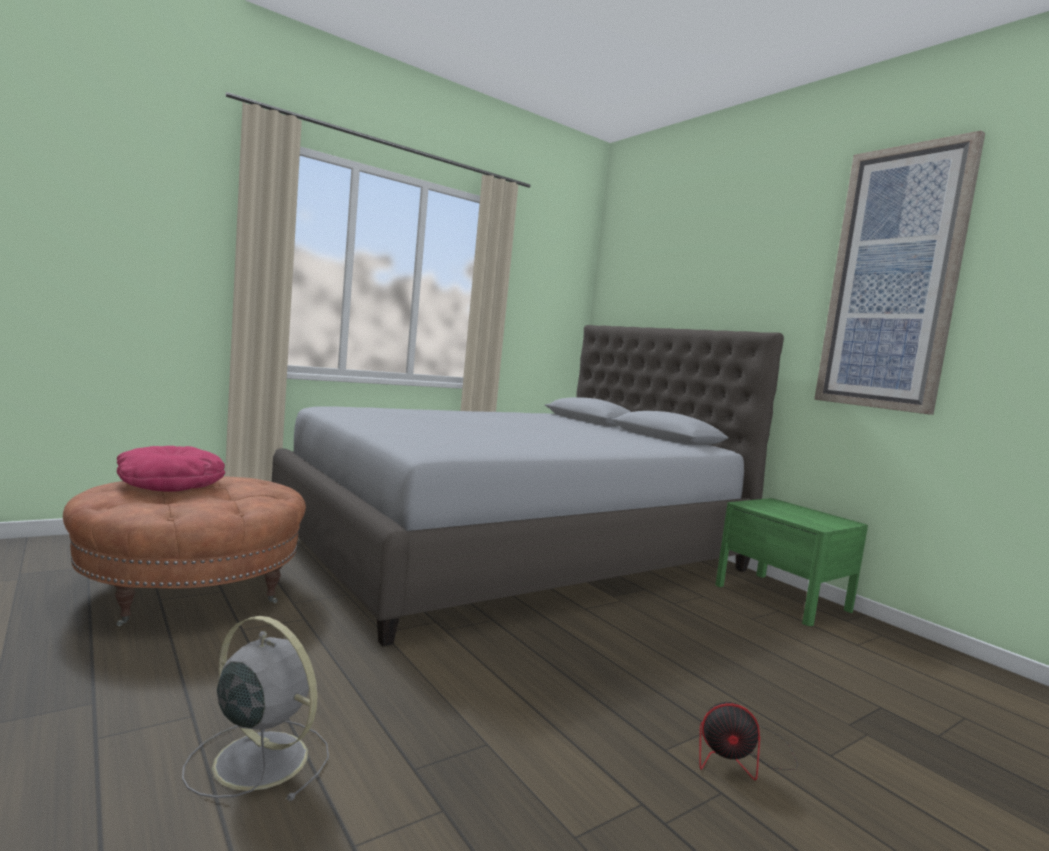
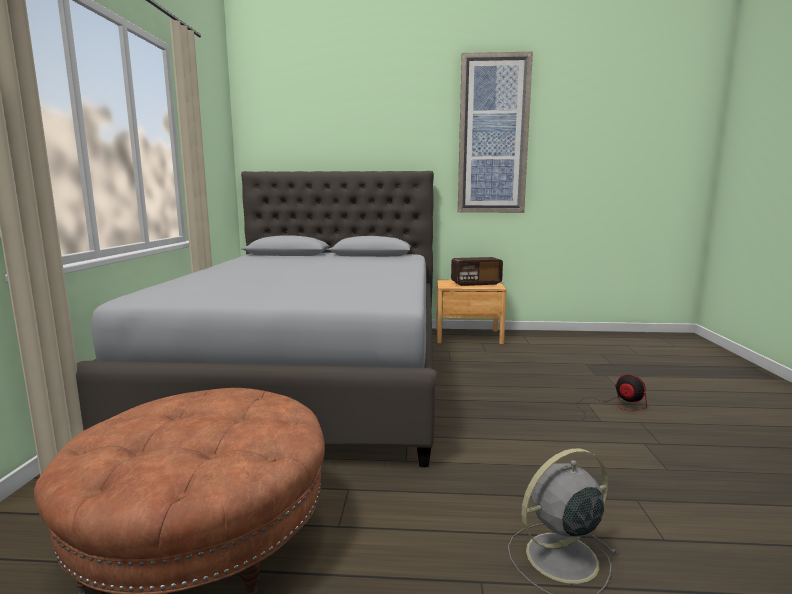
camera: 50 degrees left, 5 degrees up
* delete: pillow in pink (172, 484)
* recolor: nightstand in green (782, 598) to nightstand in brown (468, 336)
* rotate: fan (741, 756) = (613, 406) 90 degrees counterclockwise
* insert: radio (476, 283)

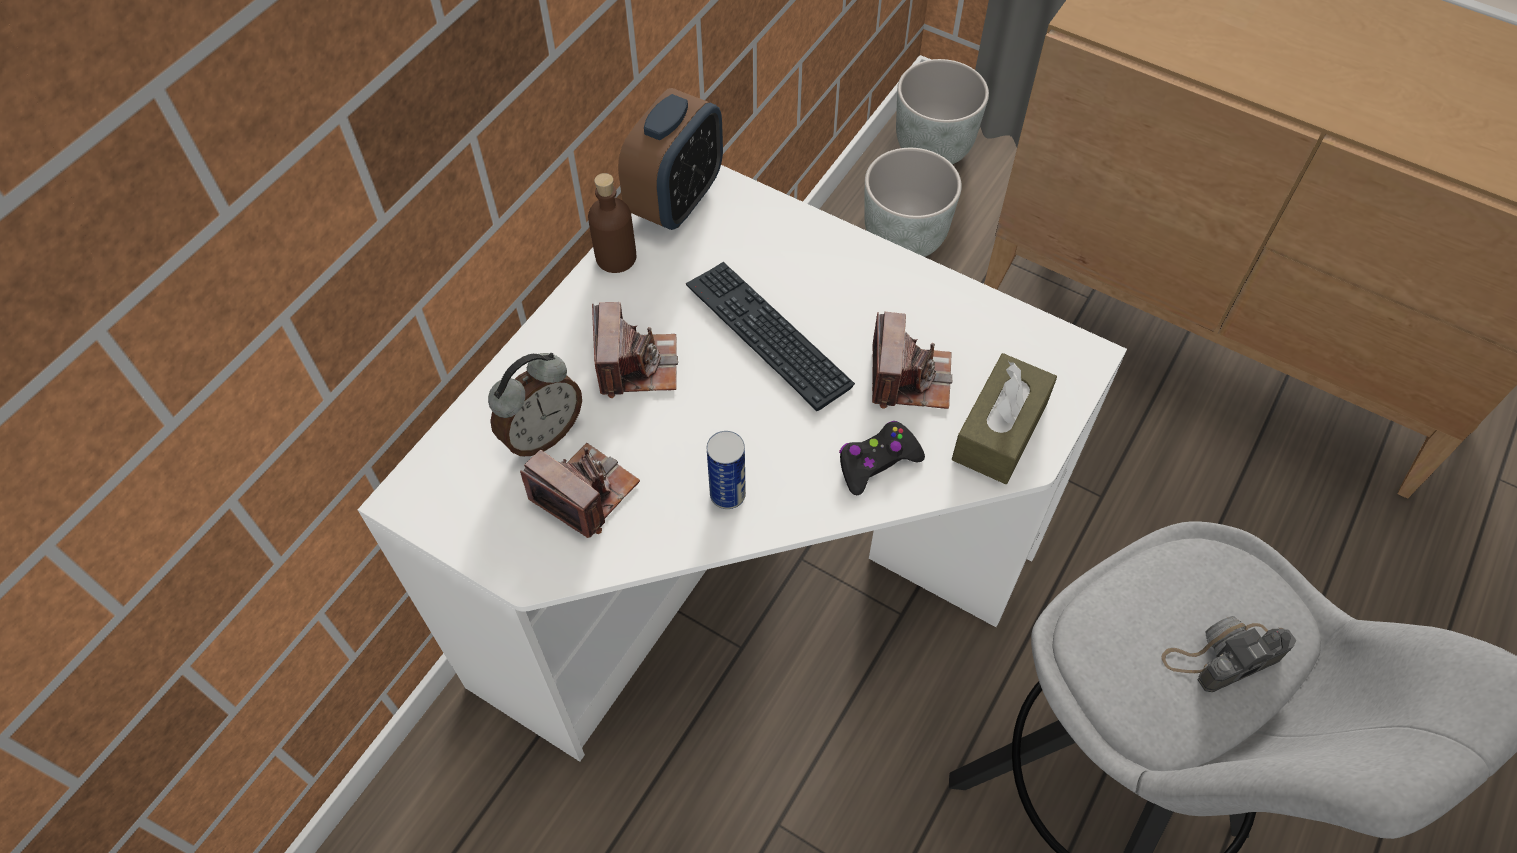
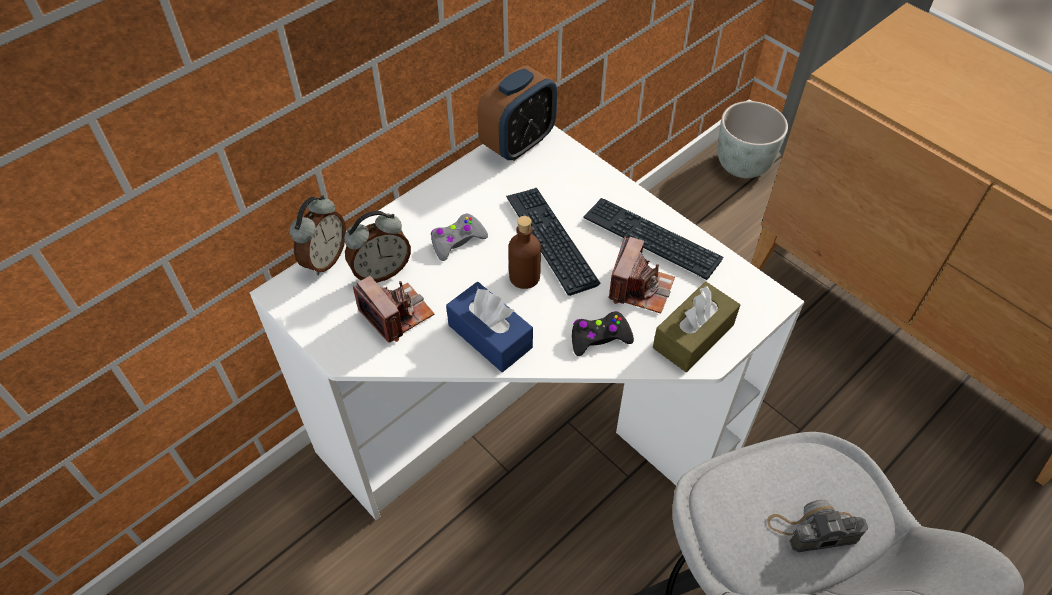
camera: 15 degrees right, 5 degrees down
* delete: planter in grey (903, 240)
* move: bottle in brown (616, 257) to (524, 276)
* replace: photo camera (636, 365) to game controller in grey (457, 241)
* replace: can (727, 495) to tissue box in blue (490, 336)
* insert: alarm clock (324, 259)
* insert: keyboard (651, 239)

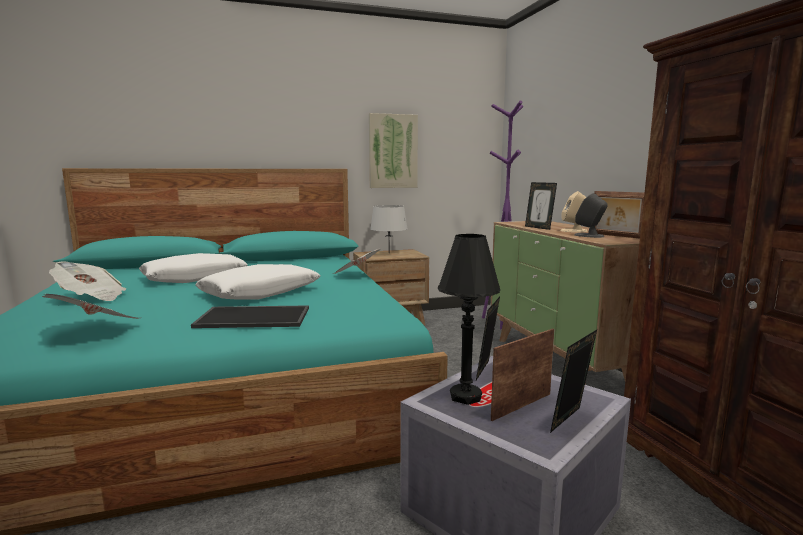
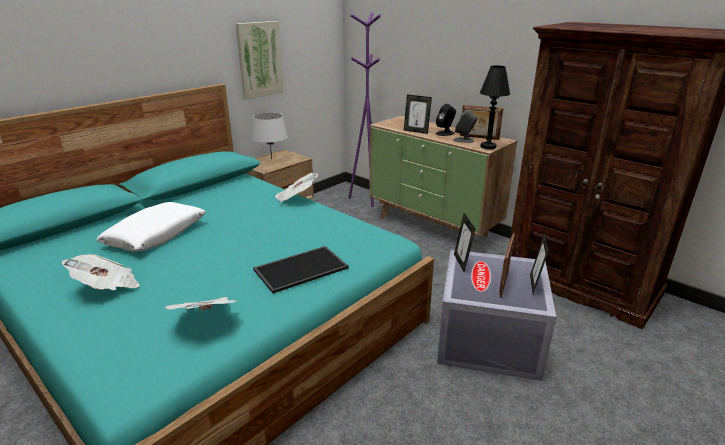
camera: 30 degrees left, 15 degrees up
* recolor: speaker in beige (574, 231) to speaker in black (445, 133)
* move: table lamp in black (465, 396) to (488, 147)
* delete: pillow in white (260, 293)

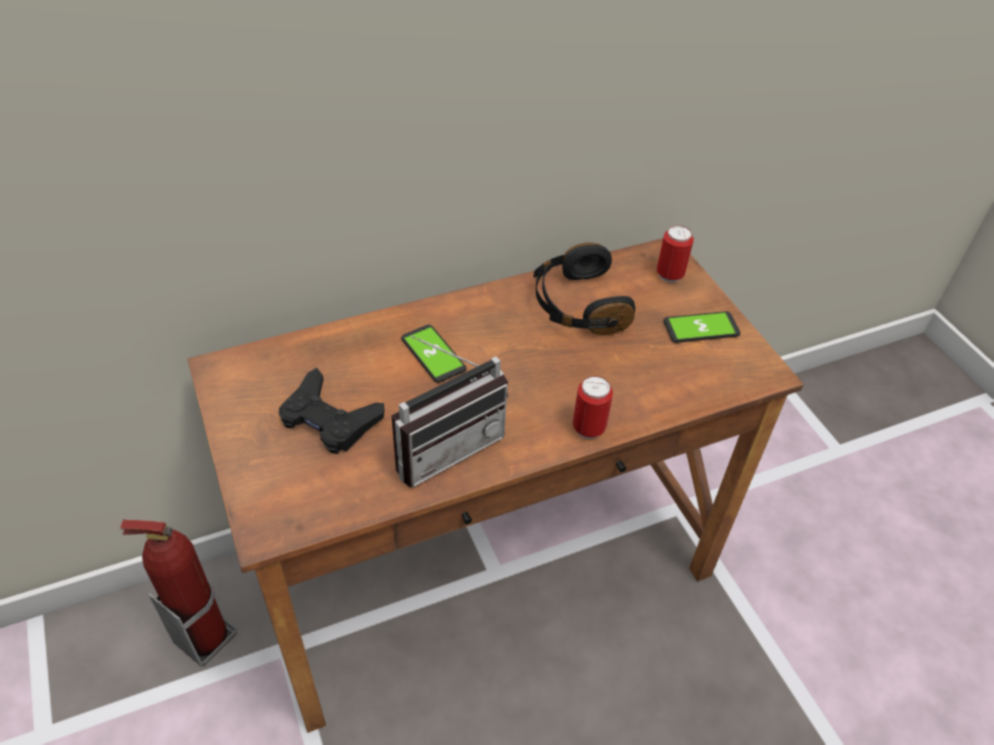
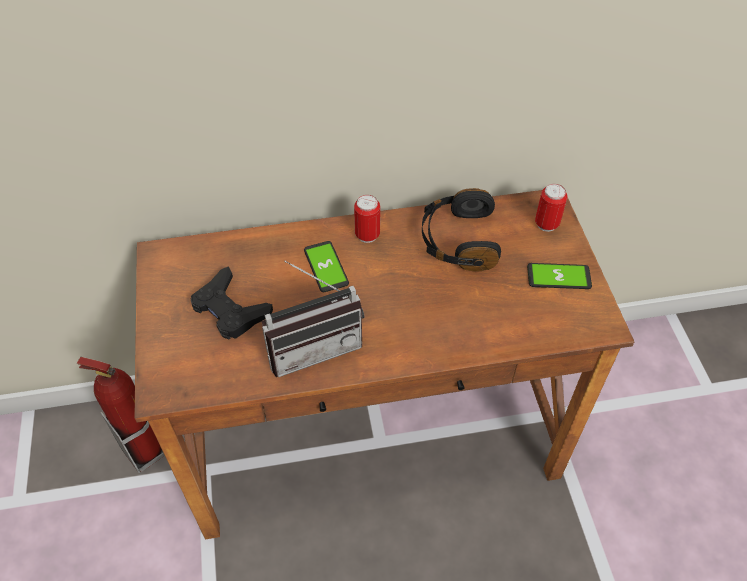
camera: 15 degrees right, 5 degrees up
* move: can (588, 428) to (367, 235)

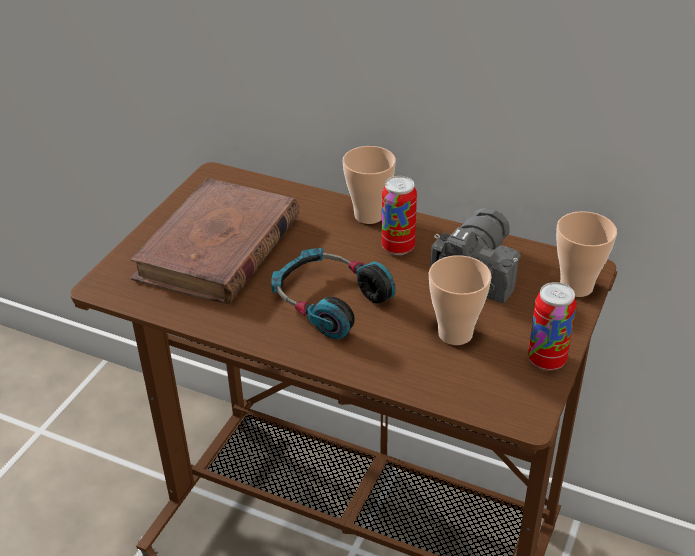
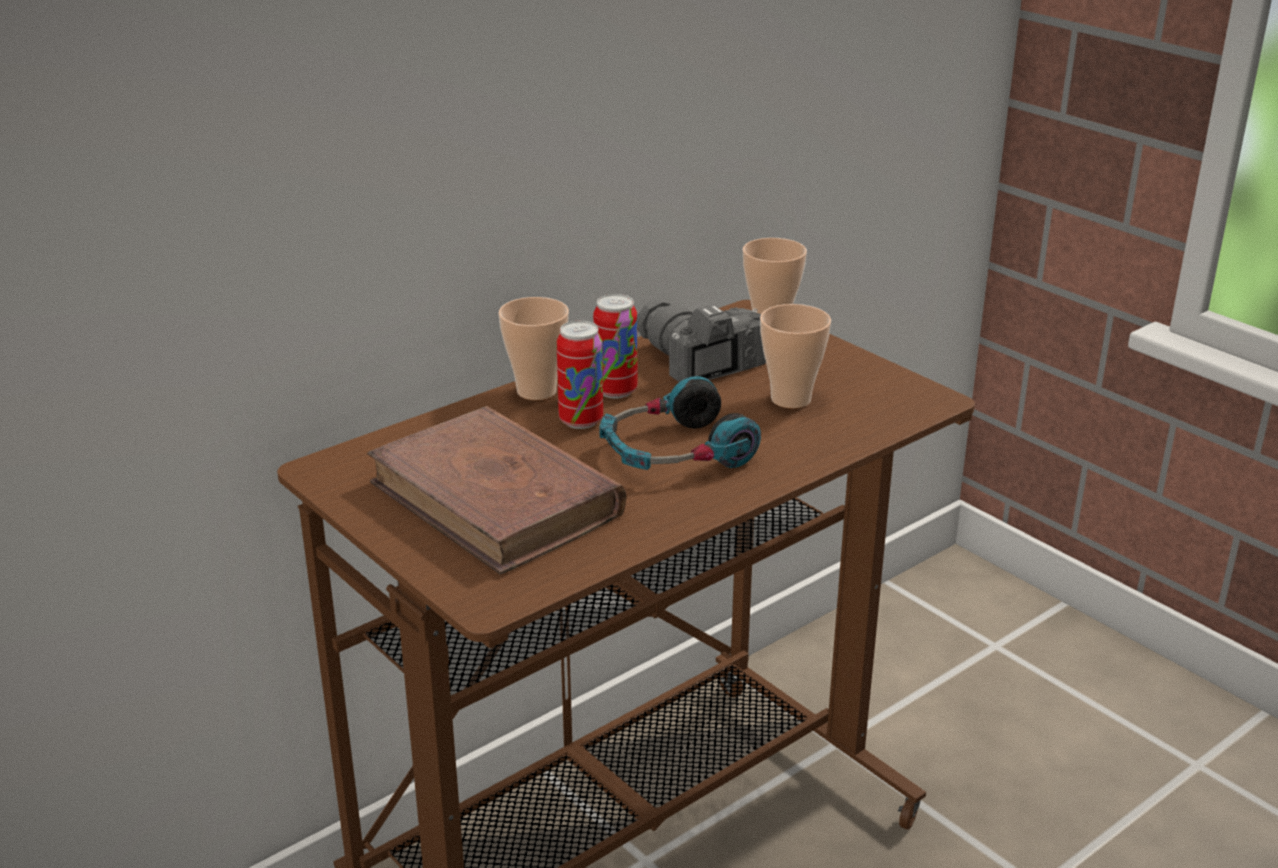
camera: 65 degrees left, 10 degrees down
* move: can (546, 360) to (581, 420)

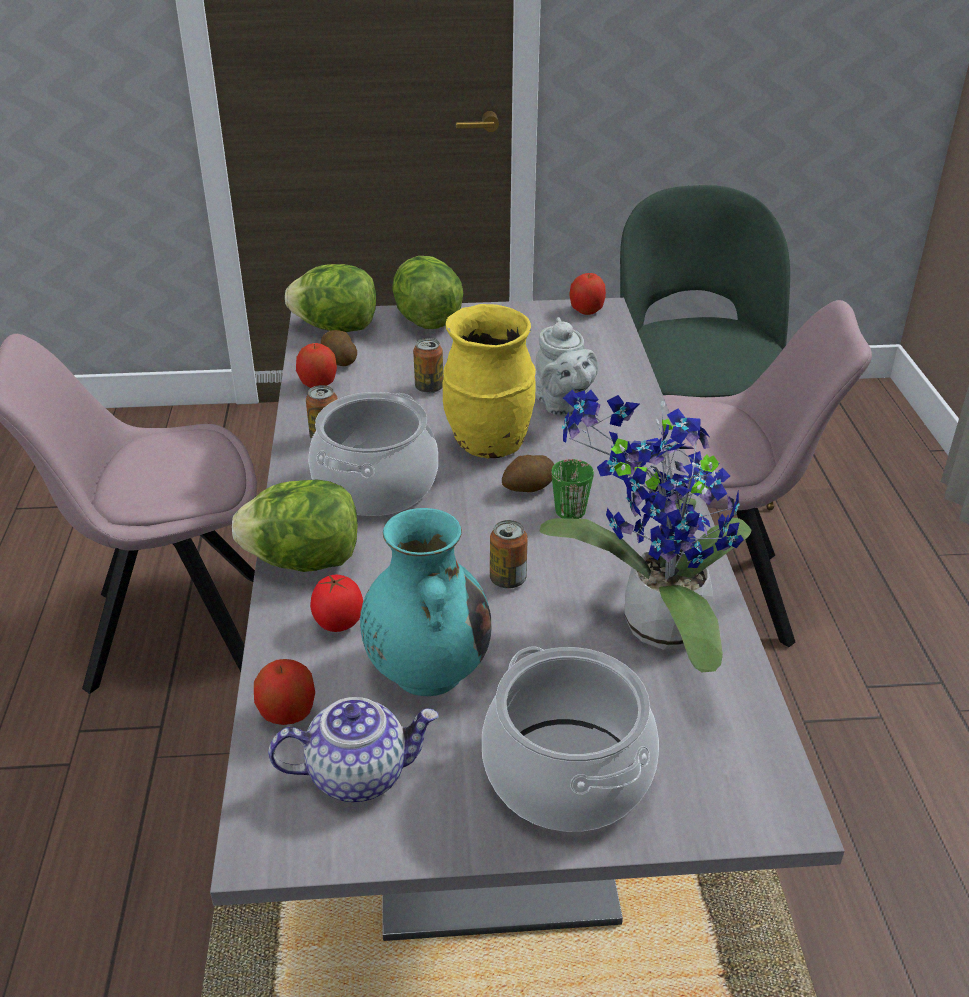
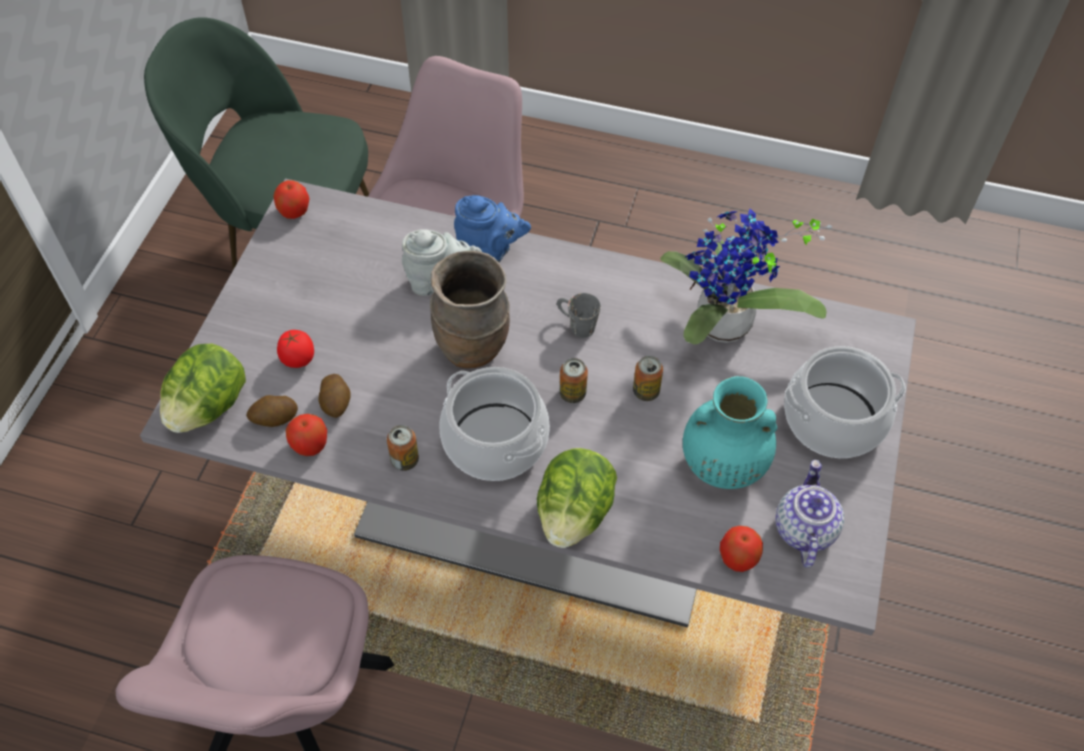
camera: 70 degrees left, 20 degrees up
* delete: lettuce (426, 320)
* recolor: vase in yellow (489, 445) to vase in brown (473, 349)
* move: can (429, 388) to (572, 393)
* move: potato (528, 488) to (336, 403)
* recolor: mug in green (571, 505) to mug in grey (576, 325)
* move: tomato (338, 624) to (299, 360)
* insert: teapot in blue (489, 251)

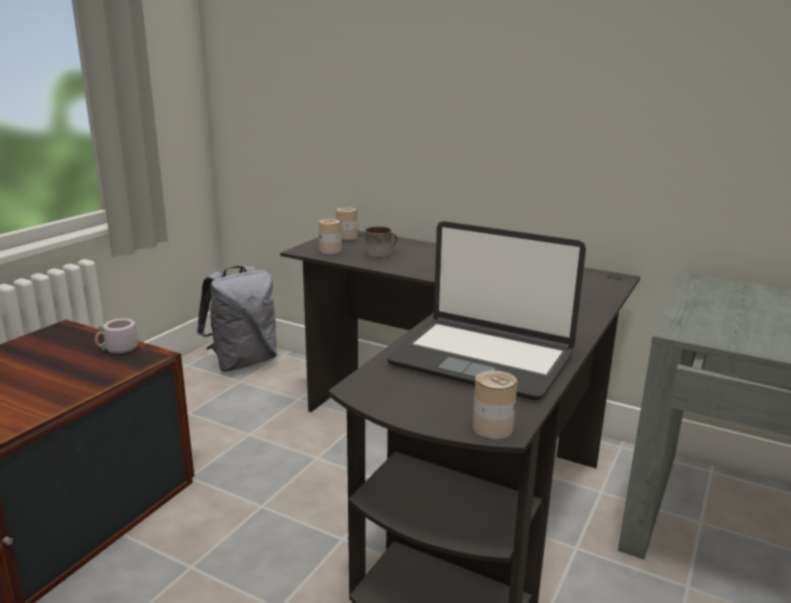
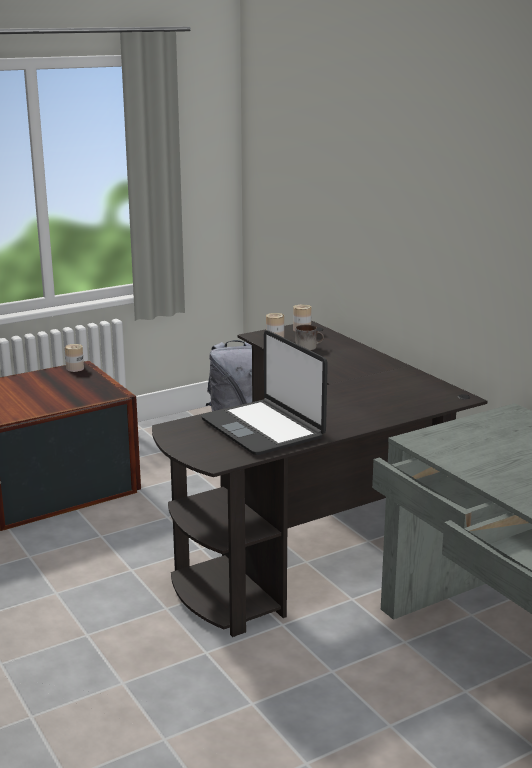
camera: 30 degrees right, 0 degrees up
* delete: mug in grey (119, 350)
* move: can (492, 427) to (75, 368)

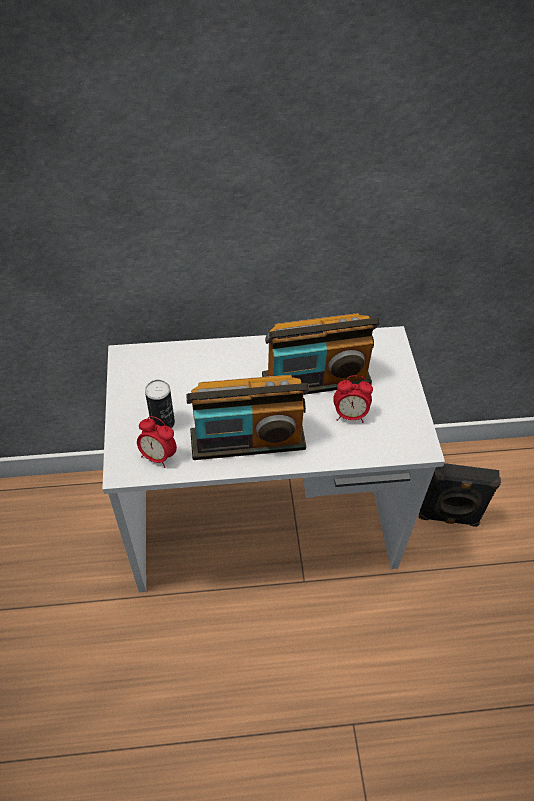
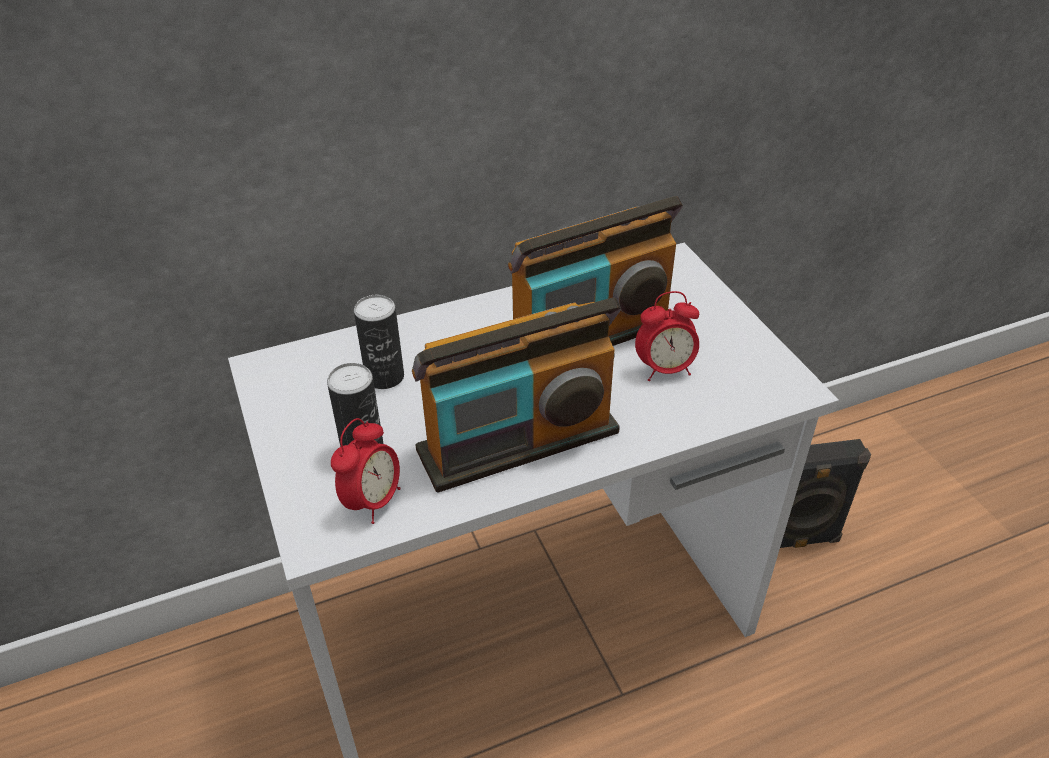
camera: 15 degrees left, 10 degrees down
* rotate: alarm clock (158, 456) = (373, 501) 75 degrees counterclockwise
* insert: can (384, 377)

